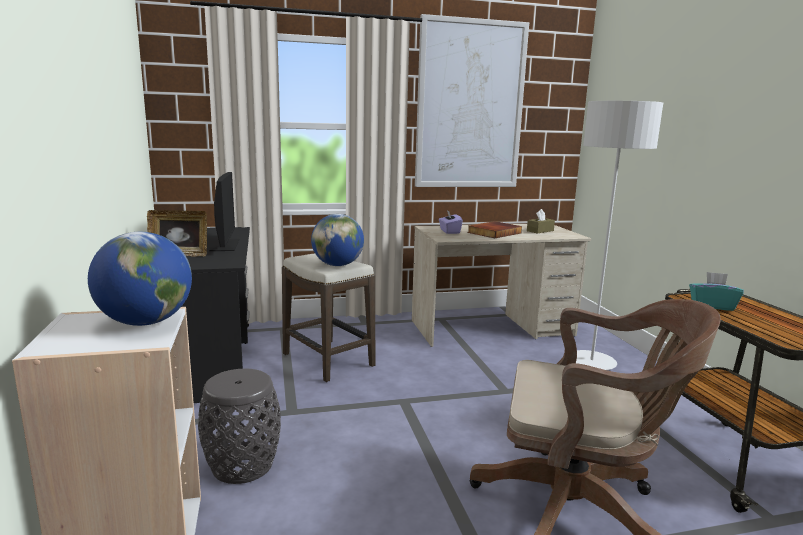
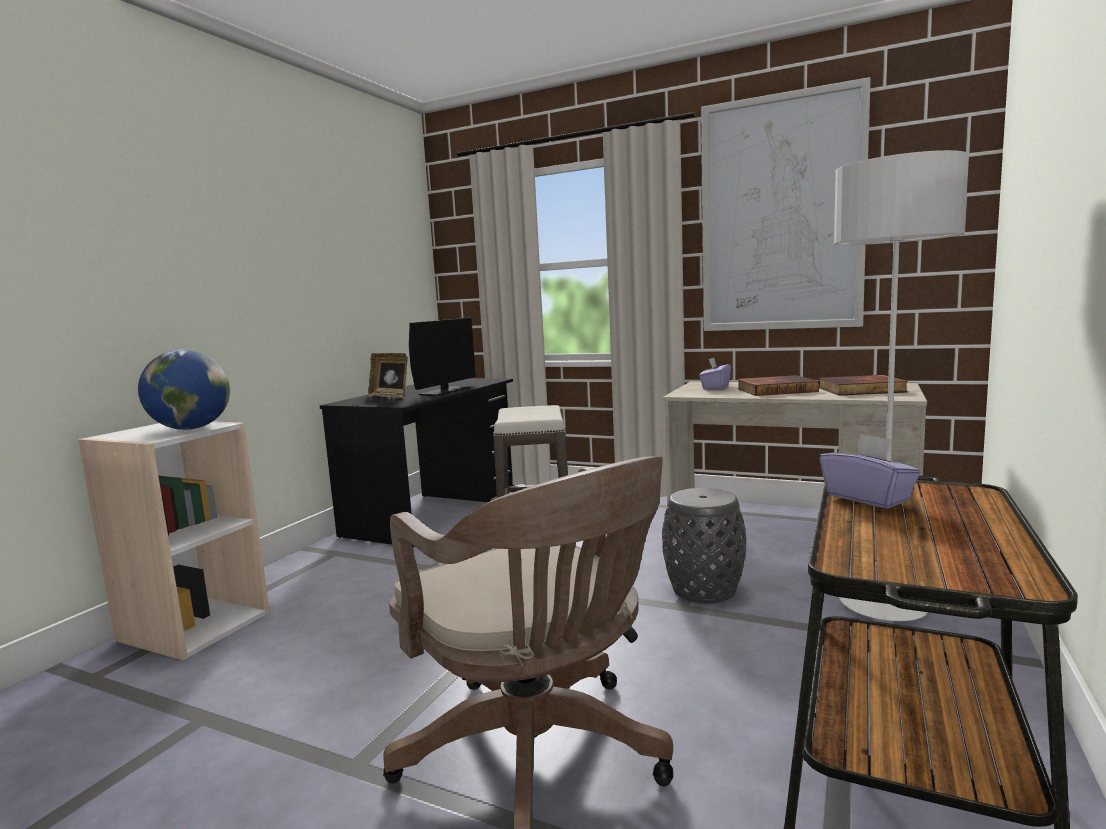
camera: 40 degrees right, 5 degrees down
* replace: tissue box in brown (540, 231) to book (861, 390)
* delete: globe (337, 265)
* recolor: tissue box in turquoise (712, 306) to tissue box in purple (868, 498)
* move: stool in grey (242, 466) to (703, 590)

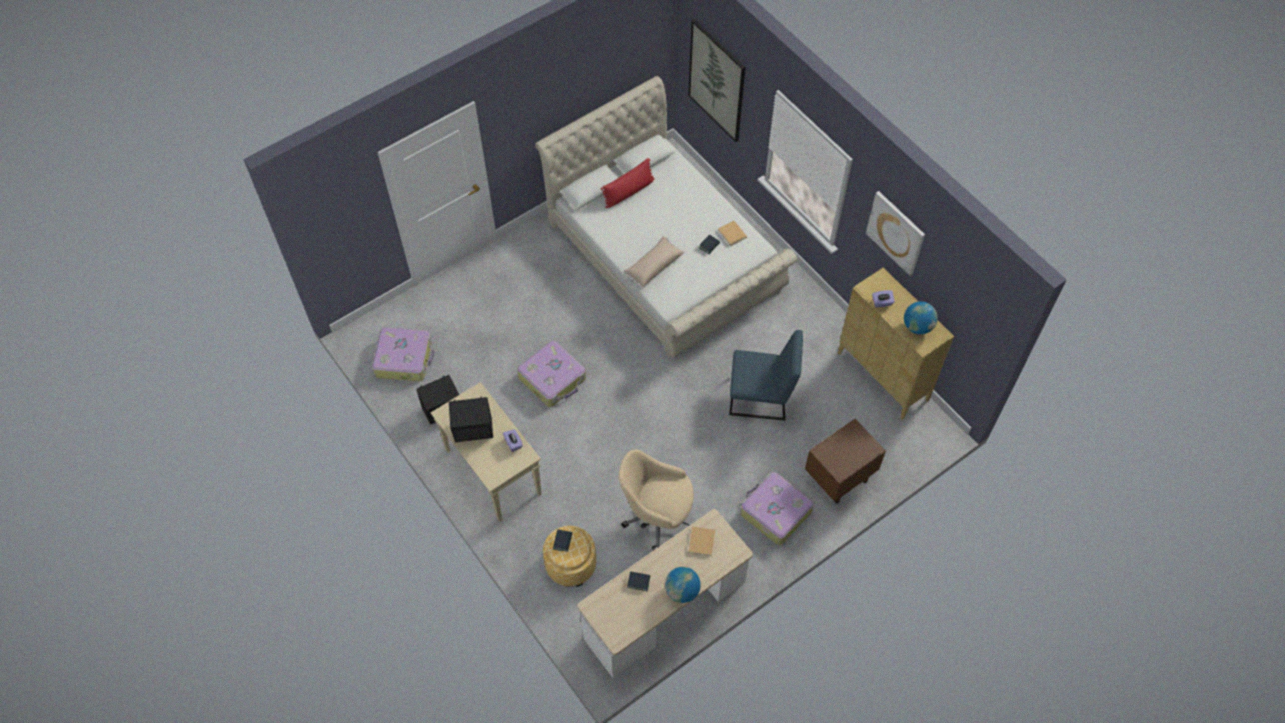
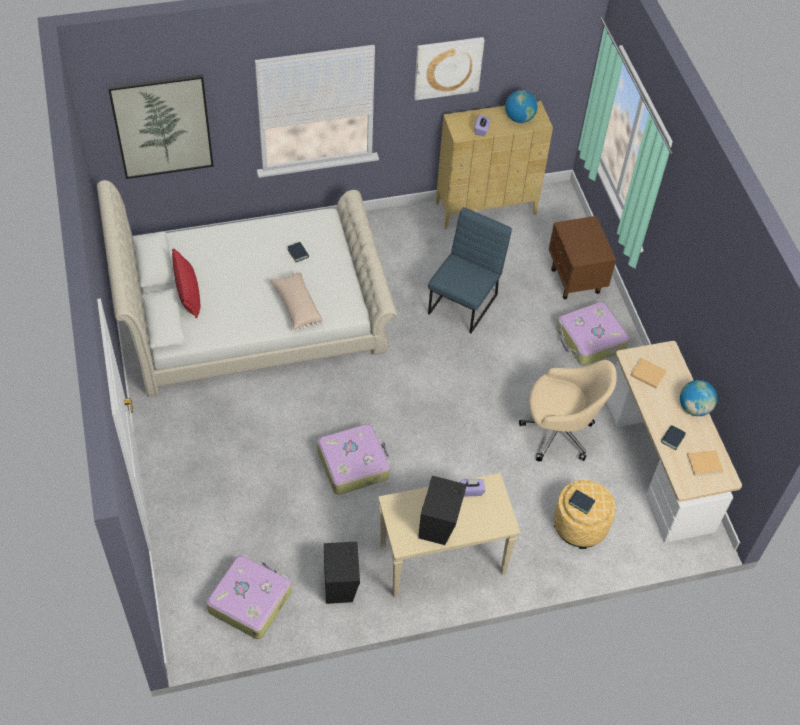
camera: 70 degrees left, 5 degrees down
* move: book in beige (732, 234) to (705, 464)
* rotate: office chair in beige (657, 518) = (558, 433) 120 degrees counterclockwise

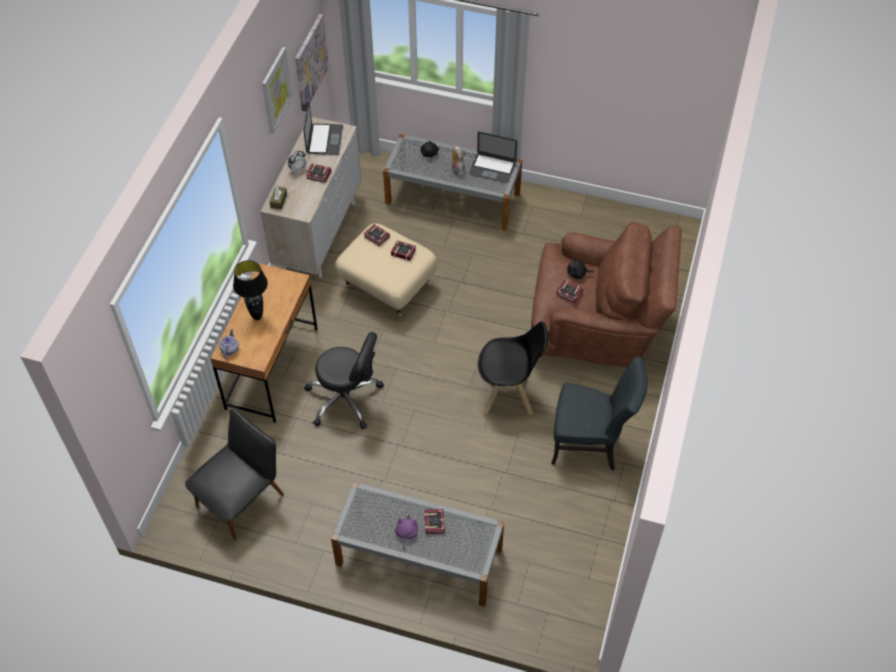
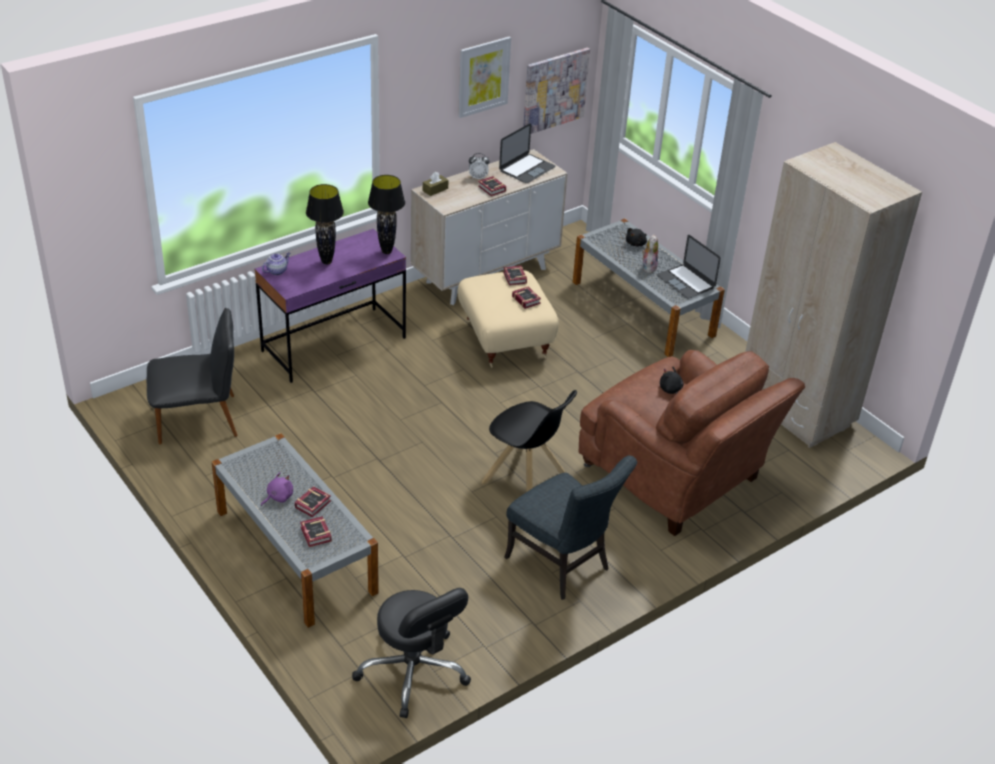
camera: 35 degrees right, 15 degrees down
* recolor: desk in brown (272, 368) to desk in purple (334, 344)
* move: book (570, 294) to (315, 535)
* move: office chair in black (348, 400) to (415, 674)
* insert: wardrobe in beige (796, 411)
* insert: table lamp in black (387, 251)

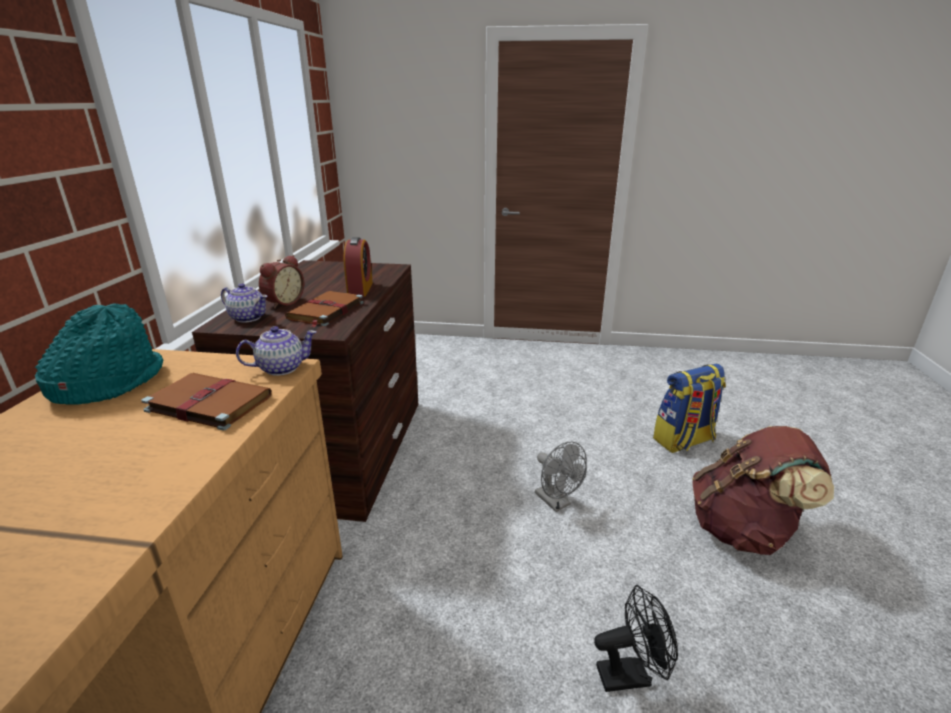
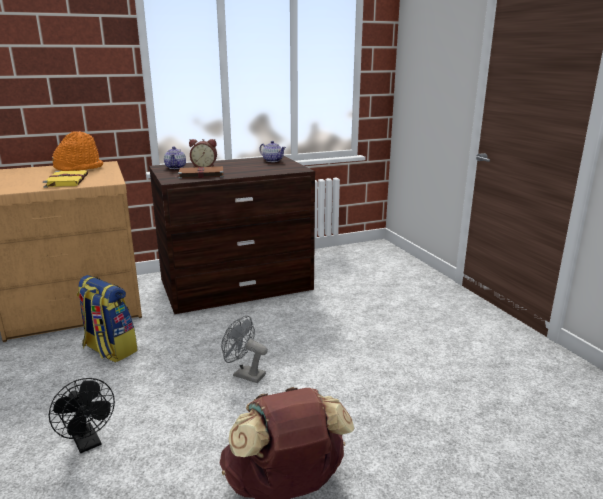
camera: 60 degrees right, 5 degrees down
* delete: alarm clock (360, 289)
* recolor: hat in turquoise (108, 382) to hat in orange (79, 168)
* move: teapot (281, 368) to (272, 160)
* move: backpack (684, 441) to (109, 350)
* recolor: book in brown (207, 403) to book in yellow (67, 181)
* rotate: fan in grey (556, 502) = (244, 374) 90 degrees clockwise

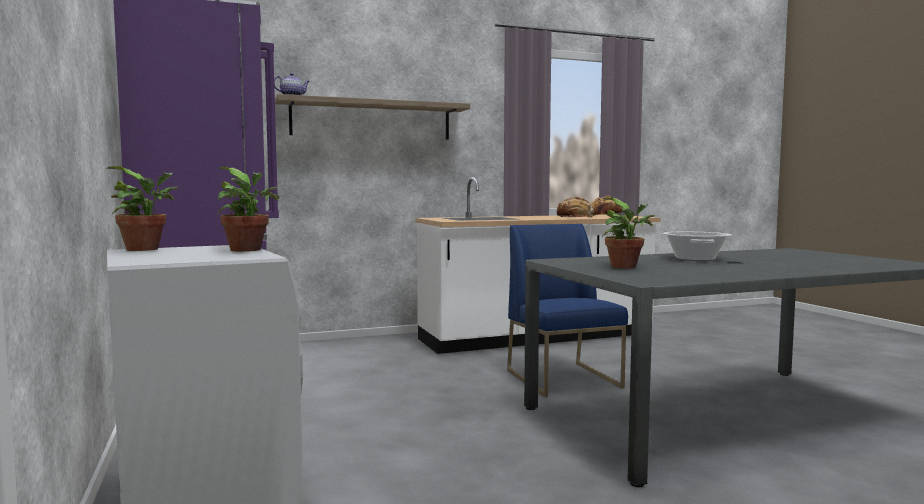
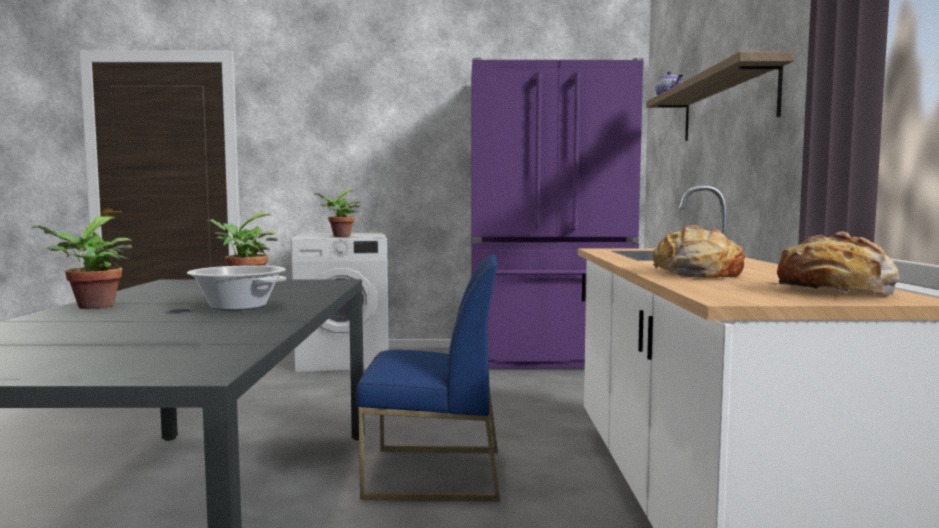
camera: 110 degrees right, 0 degrees up
* move: potted plant (147, 249) to (92, 307)

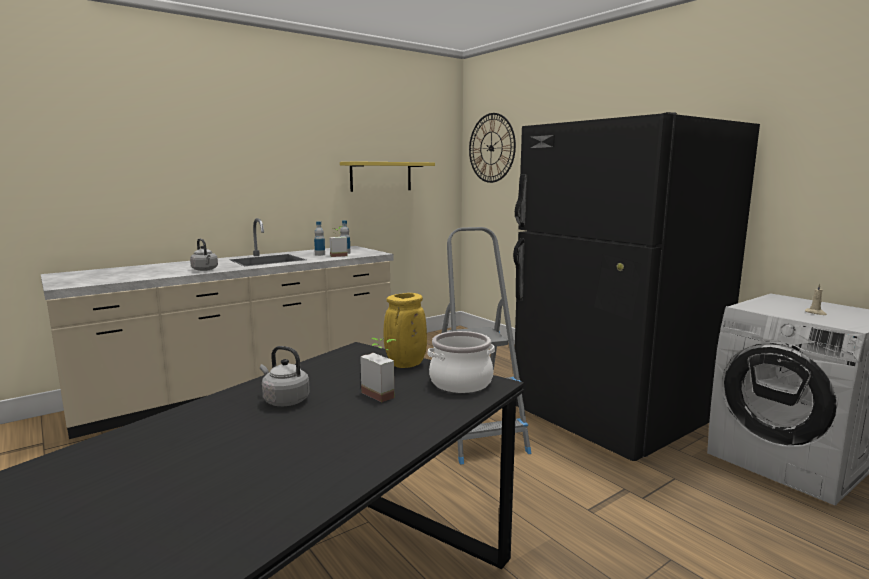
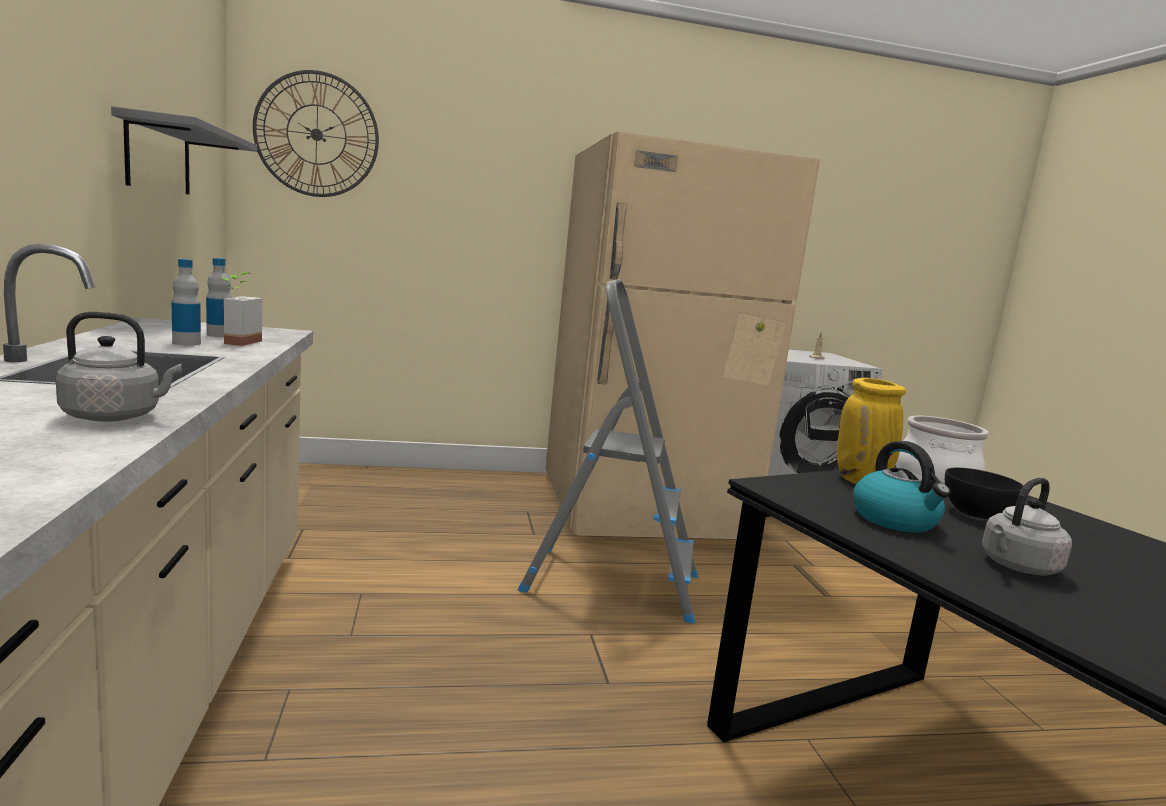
camera: 65 degrees left, 0 degrees up
* recolor: fridge in black (615, 414) to fridge in beige (642, 506)
* recolor: shelf in yellow (381, 176) to shelf in grey (159, 157)
* replace: potted plant (383, 393) to bowl in black (976, 514)
* insert: kettle (895, 520)

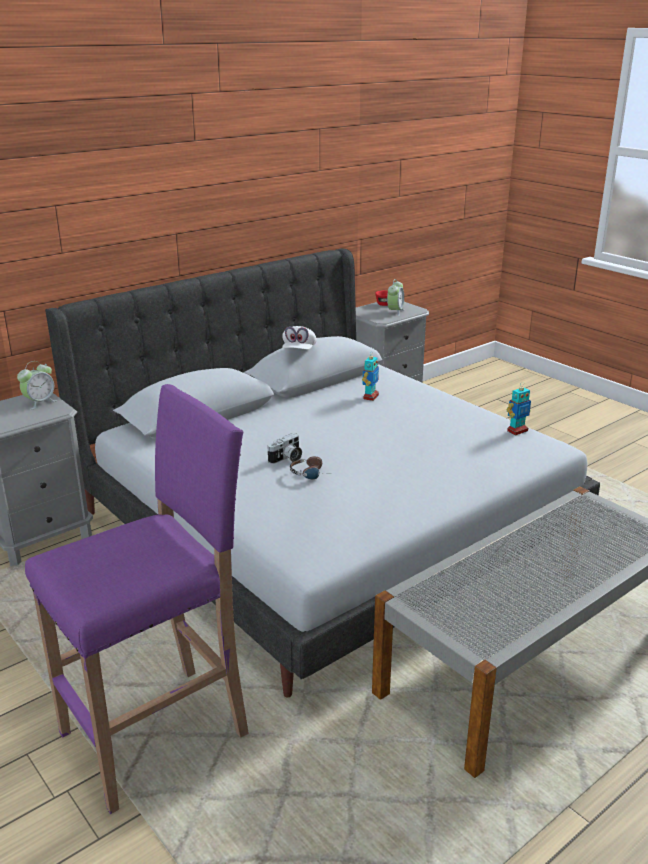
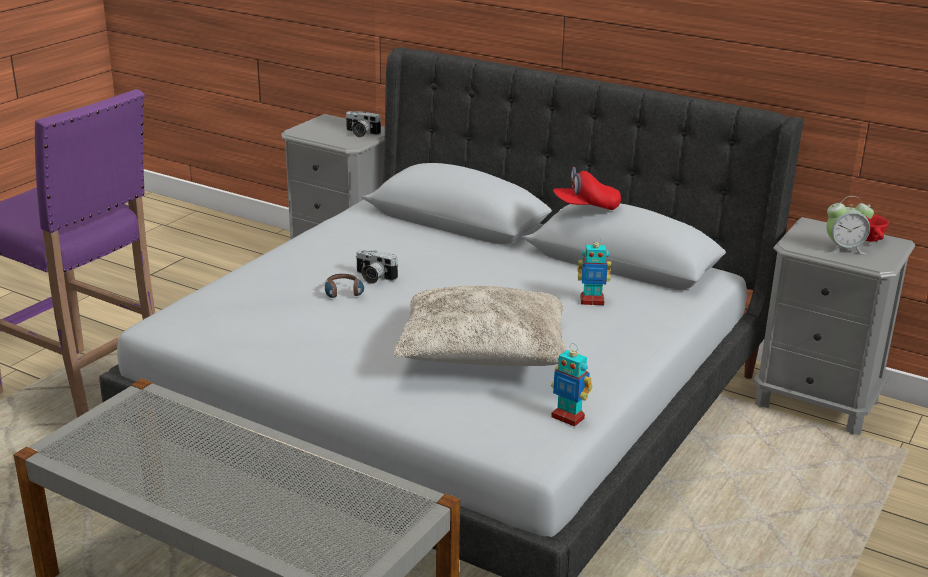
camera: 70 degrees right, 0 degrees up
* recolor: cap in white (299, 351) to cap in red (586, 207)
* replace: alarm clock (40, 402) to photo camera (361, 133)
* insert: pillow in beige (483, 353)

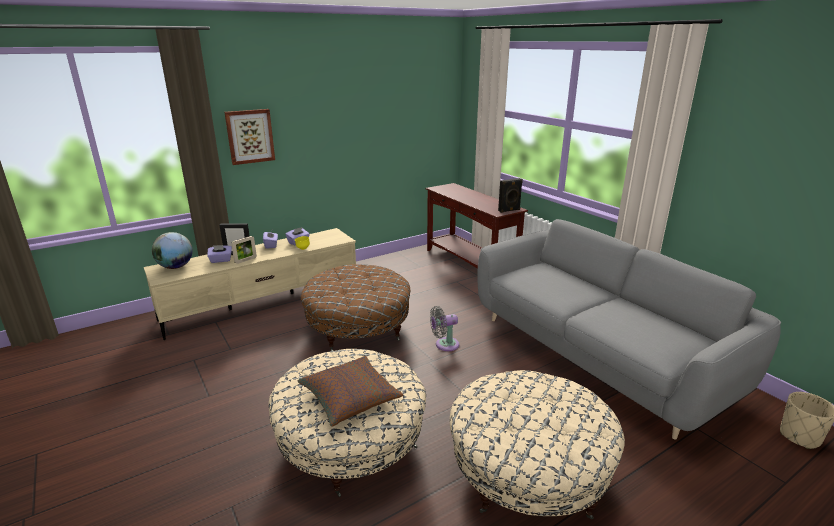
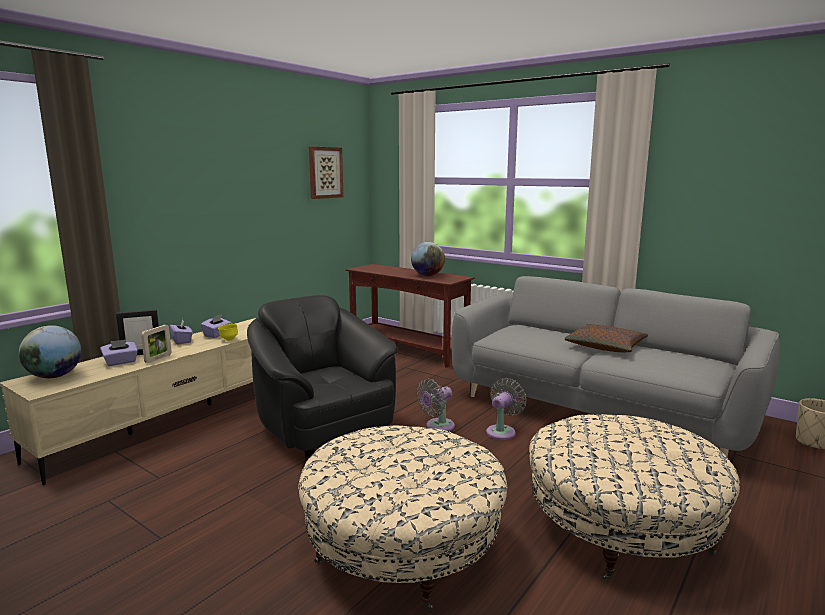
camera: 20 degrees left, 10 degrees down
* move: picture (250, 136) to (325, 172)
* delete: speaker in black (509, 210)
* replace: ottoman in brown (358, 328) to armchair in black (323, 427)
* move: pillow in brown (350, 398) to (606, 346)
* insert: globe (427, 275)
* insert: fan in grey (502, 431)

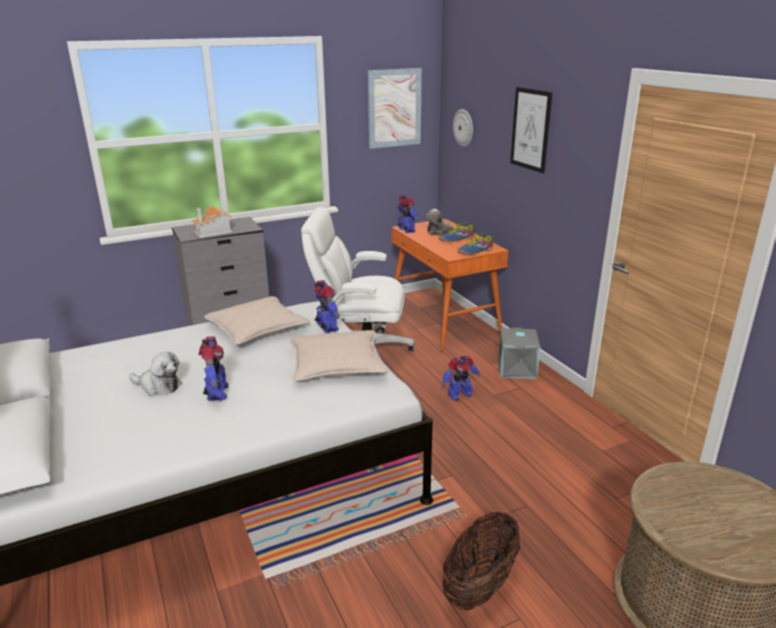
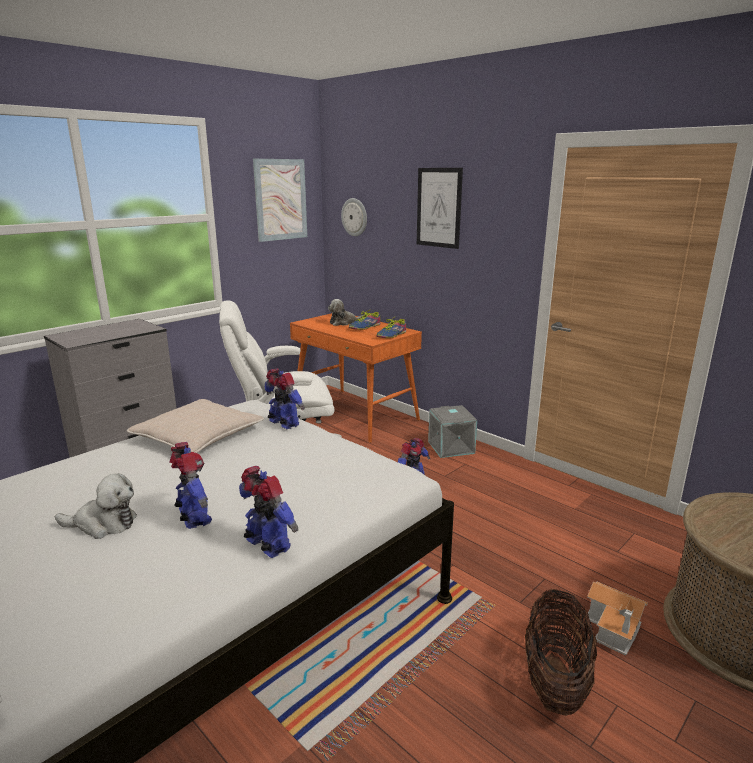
camera: 20 degrees left, 5 degrees down
* move: toy robot (406, 230) to (267, 545)
* move: toy house (213, 231) to (615, 629)
* delete: pillow in beige (337, 363)

